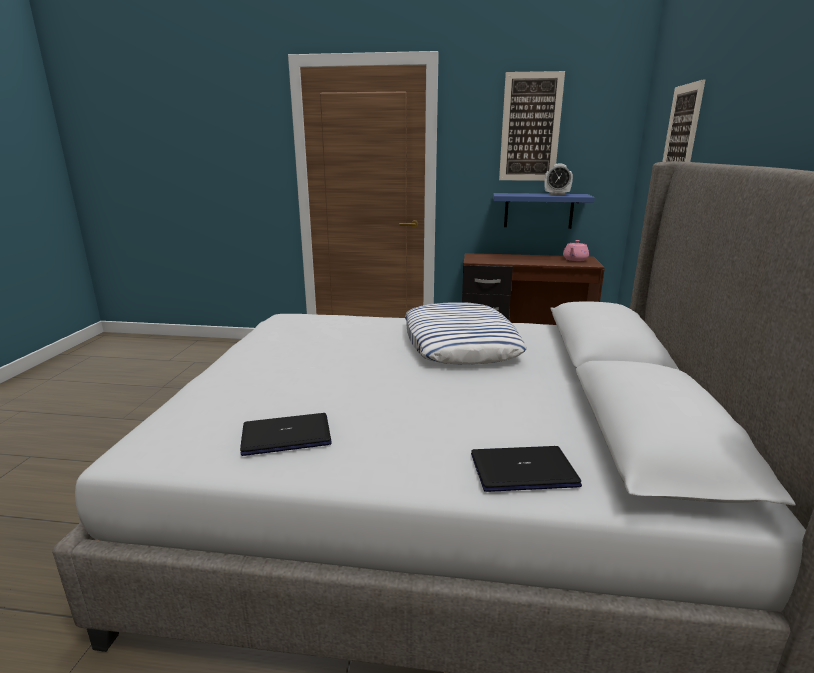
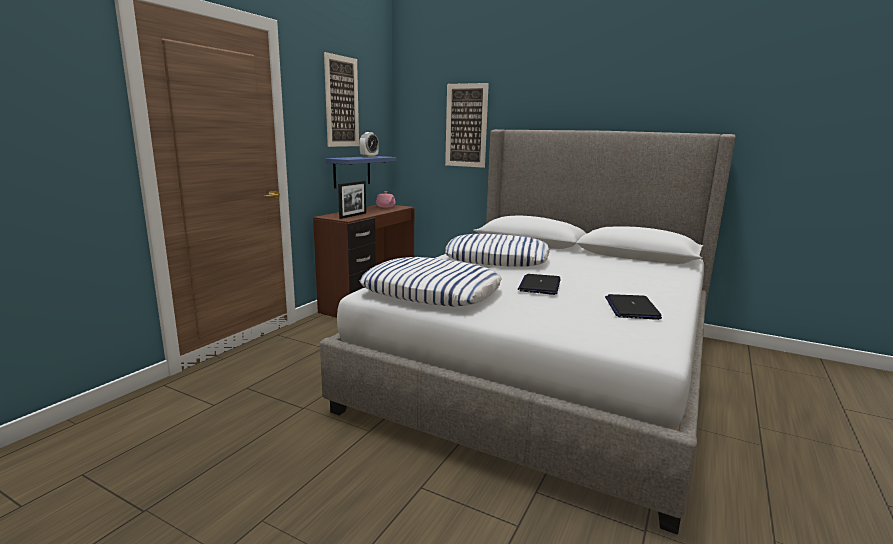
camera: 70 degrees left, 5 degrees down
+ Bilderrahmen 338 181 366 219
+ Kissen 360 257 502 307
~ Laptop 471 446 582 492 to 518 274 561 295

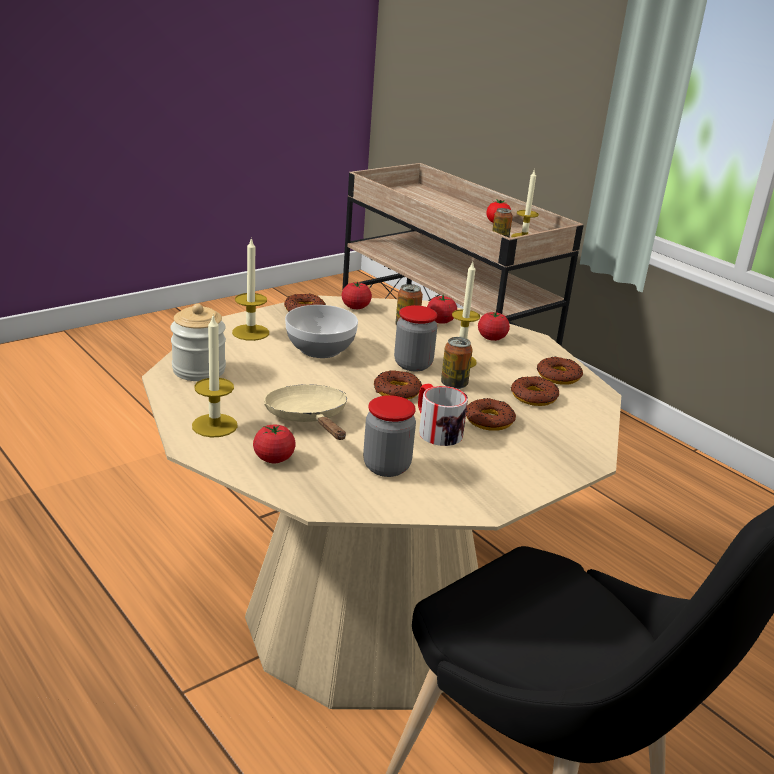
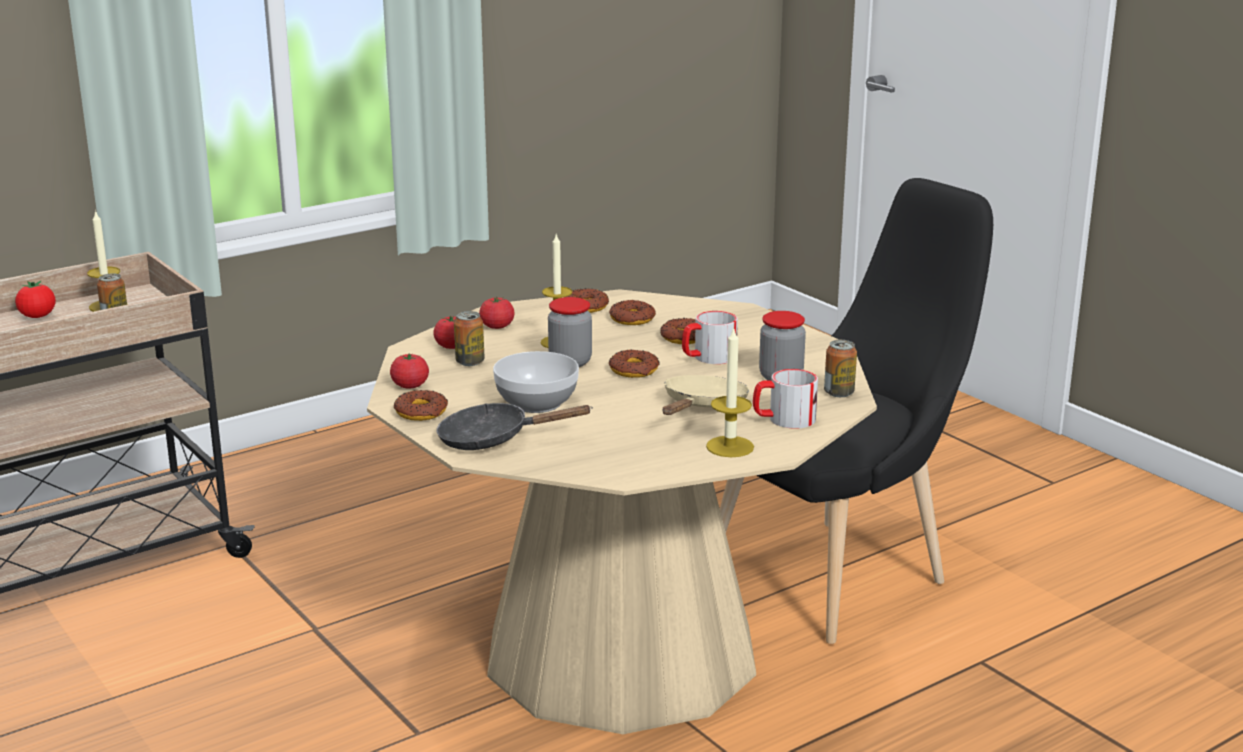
camera: 85 degrees left, 5 degrees down
- Vorratsglas 170 304 226 381
~ Dose 441 337 473 389 to 824 340 857 397
~ Kerze 232 237 269 341 to Pfanne [schwarz] 437 403 593 450
~ Tomate 253 425 296 463 to Henkelbecher 753 369 818 429
~ Pfanne [beige] 264 384 347 440 = 663 375 749 415 135 degrees clockwise

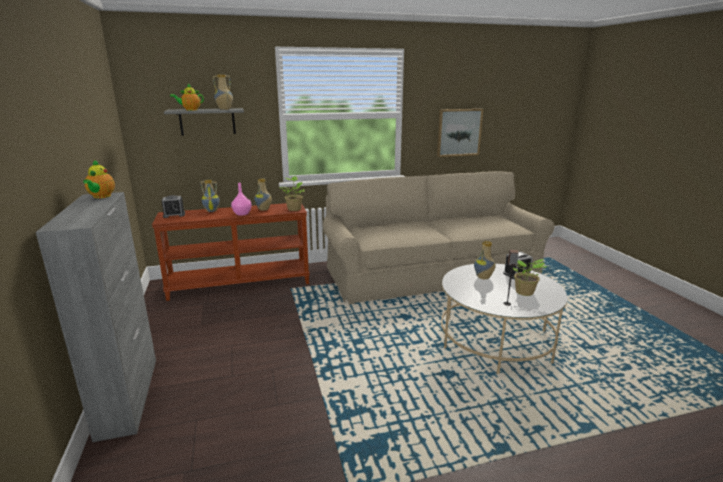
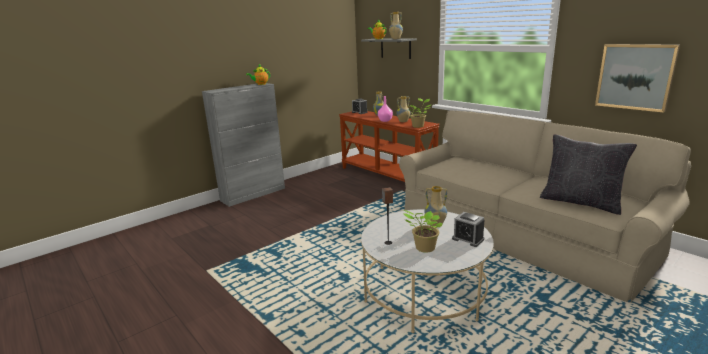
camera: 65 degrees right, 0 degrees up
+ Kissen [schwarz] 540 134 637 215

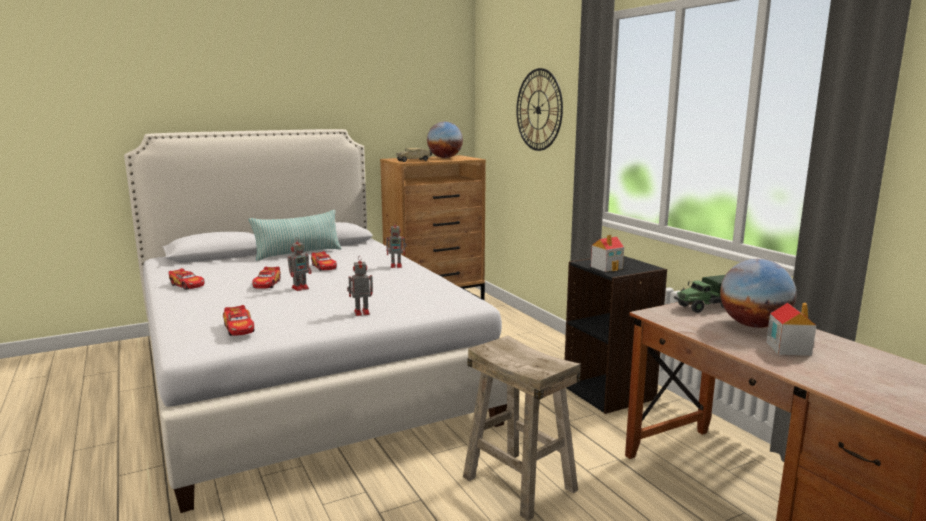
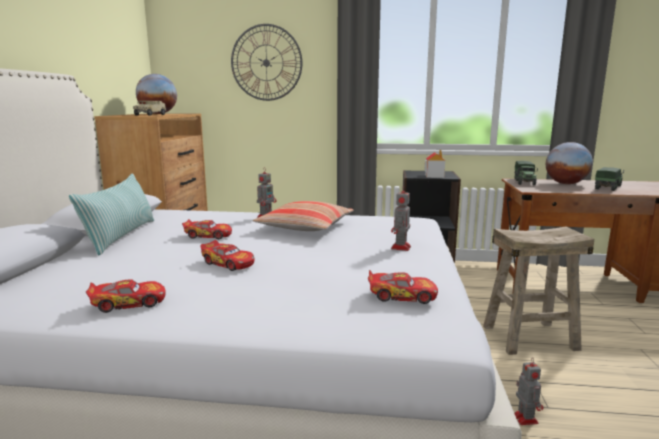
camera: 55 degrees left, 0 degrees up
+ Kissen 253 201 354 231
~ Spielzeugroboter 288 237 311 291 to 514 358 544 425
~ Spielzeughaus 766 303 816 356 to Spielzeuglaster 595 167 624 191

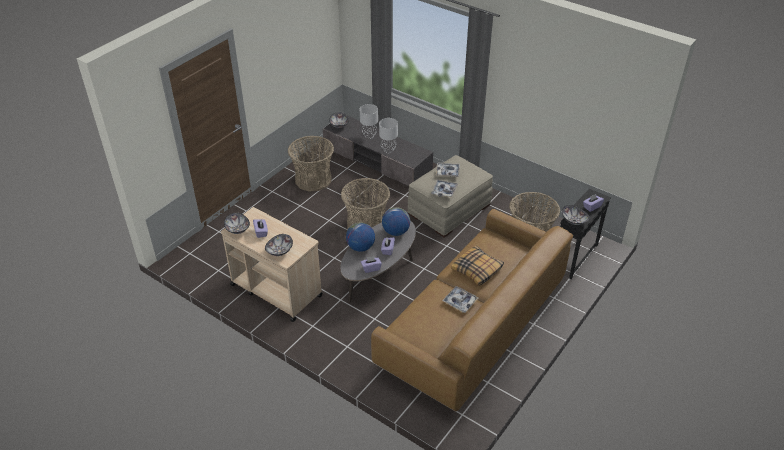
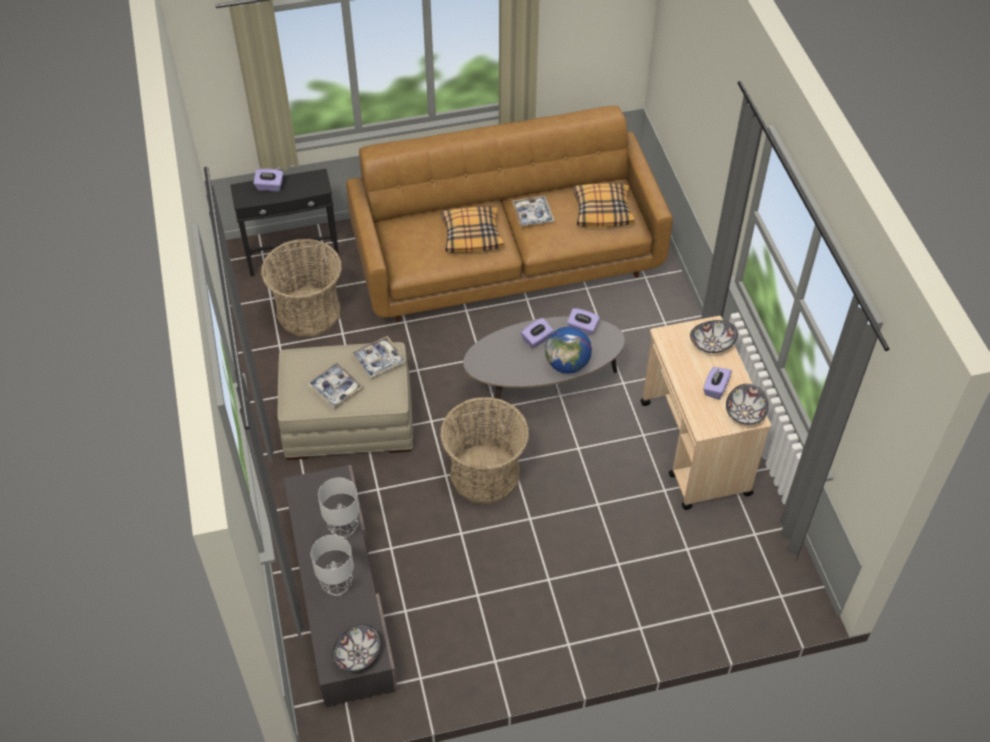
camera: 140 degrees left, 10 degrees up
- Korb 288 136 334 191
- Globus 382 207 410 236
- Schüssel 562 205 590 225
+ Kissen 573 183 634 227

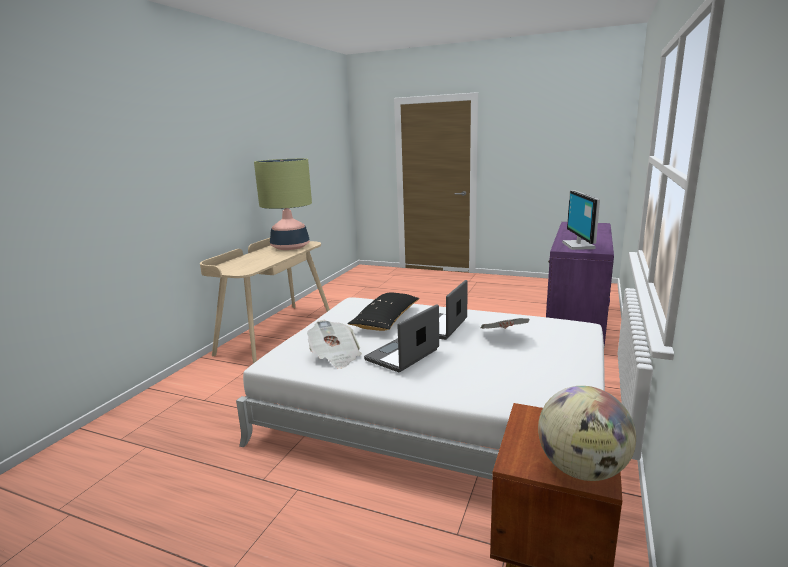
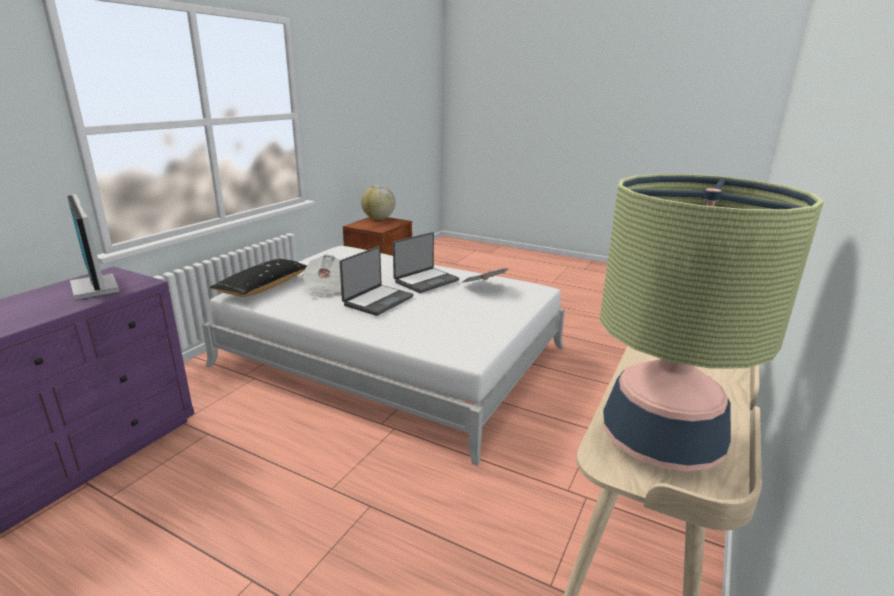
camera: 175 degrees left, 5 degrees up
~ Kissen [schwarz] 348 293 419 331 to 209 259 308 297
~ Monitor 562 190 600 250 = 67 194 120 300 135 degrees clockwise

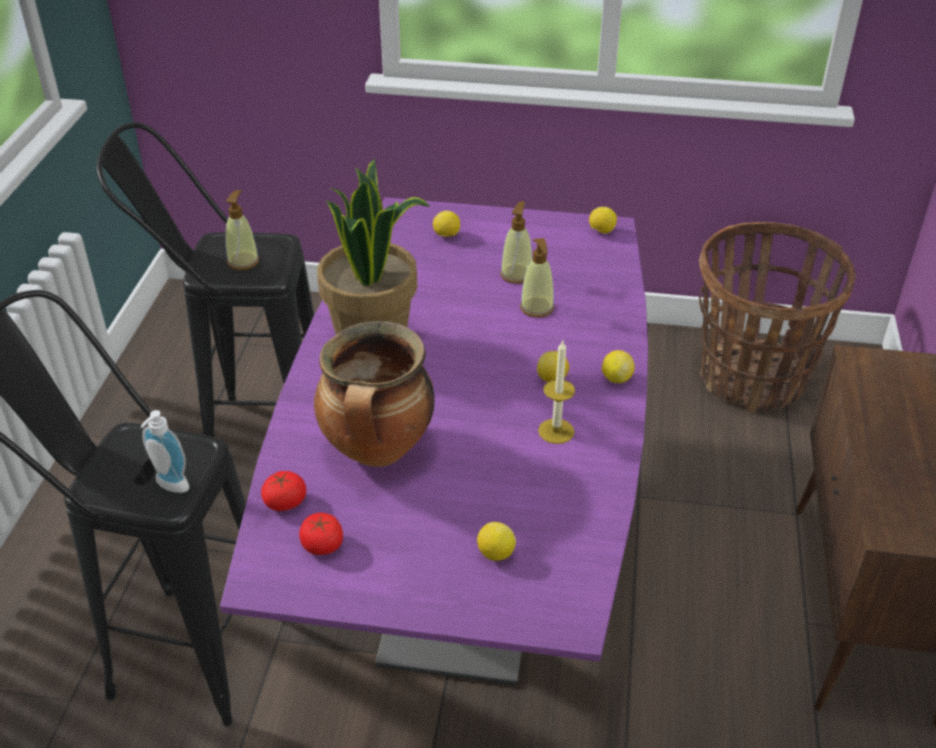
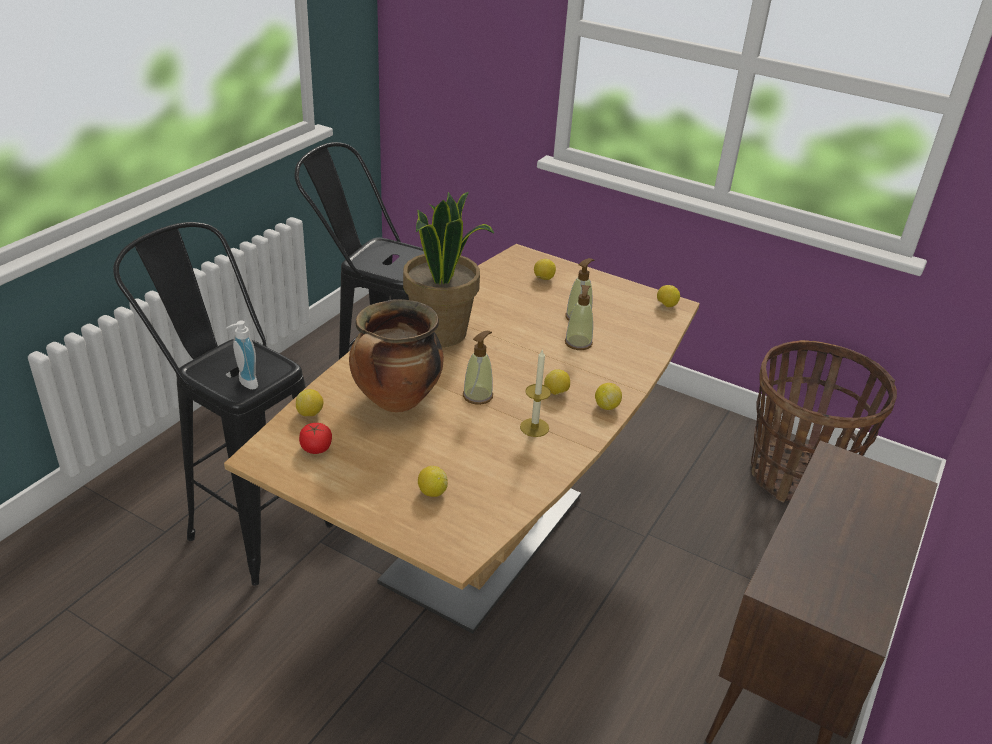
camera: 20 degrees right, 5 degrees down
~ Seifenspender 225 190 259 270 to 463 331 493 405
~ Tomate 261 471 307 511 to Zitrone 296 389 323 416
~ Esstisch [lila] 220 198 648 685 to Esstisch [braun] 224 244 700 634

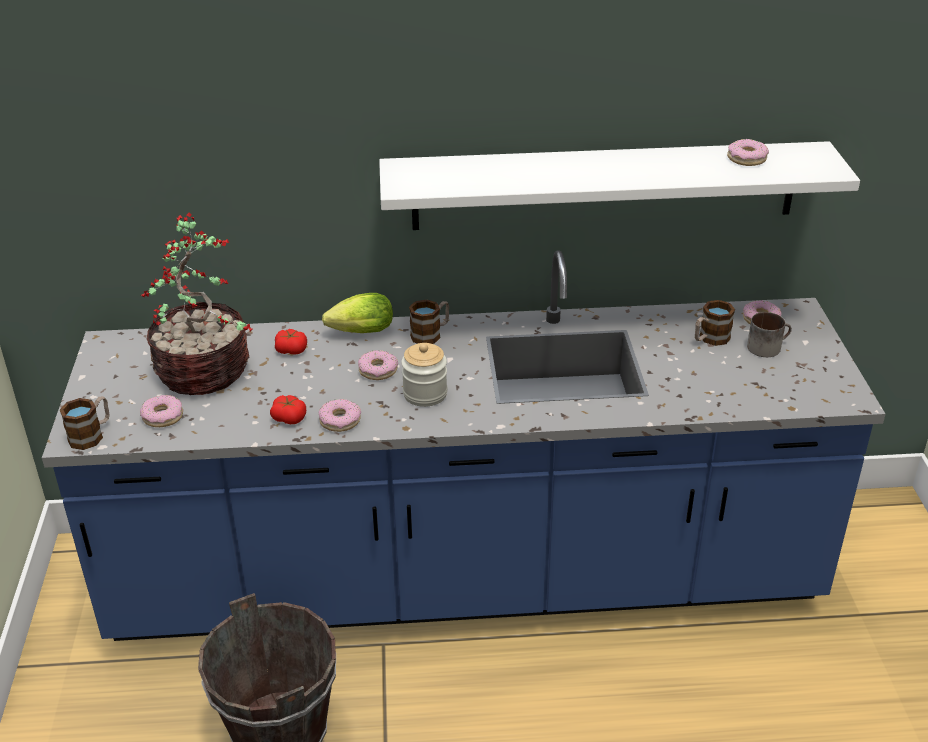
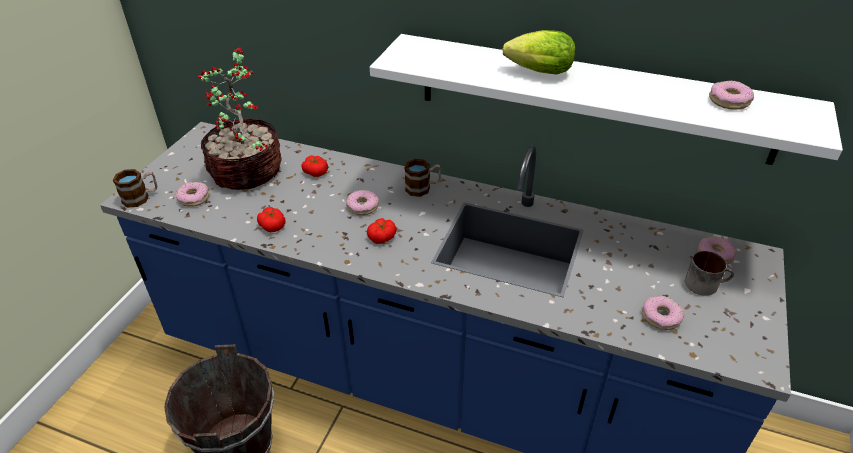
camera: 25 degrees right, 5 degrees up
- Henkelbecher 695 300 735 346
~ Donut 319 399 361 432 to 642 296 684 330
~ Salatkopf 322 293 393 333 to 502 30 575 75
~ Vorratsglas 401 343 447 407 to Tomate 367 218 397 244

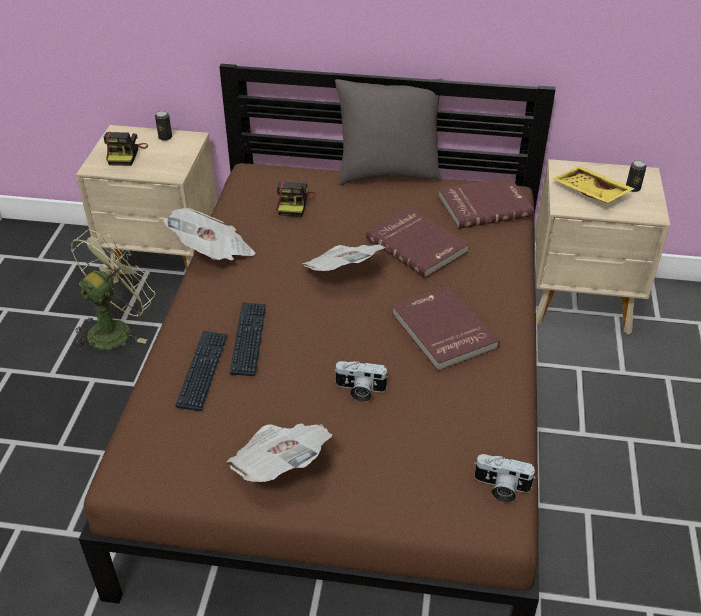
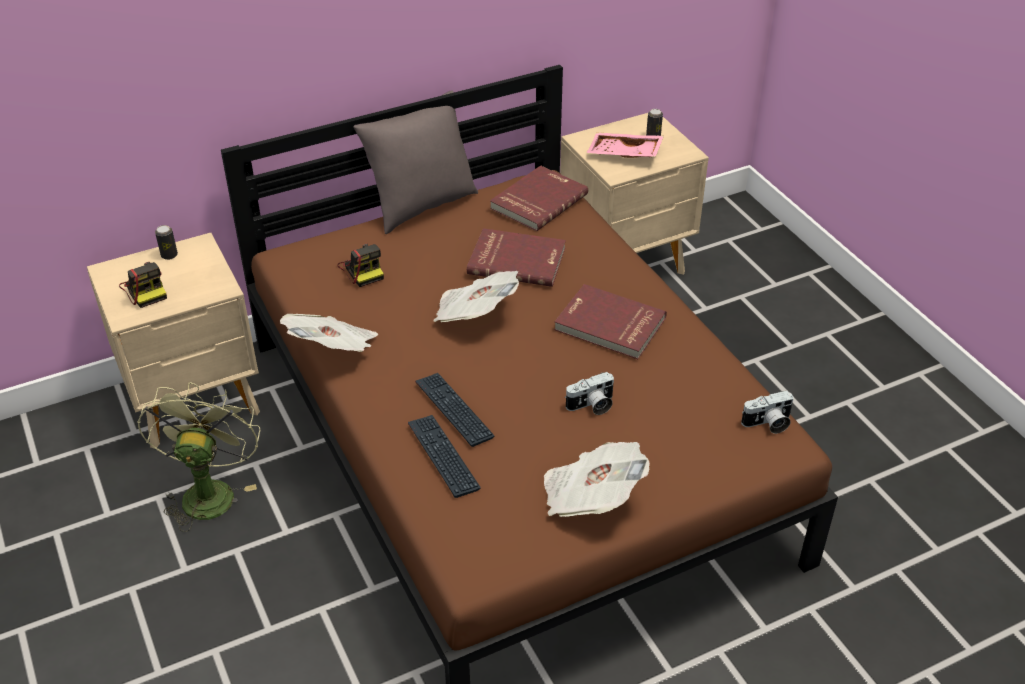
camera: 35 degrees left, 0 degrees up
~ Tablett [gelb] 552 166 635 203 to Tablett [rosa] 587 133 664 158

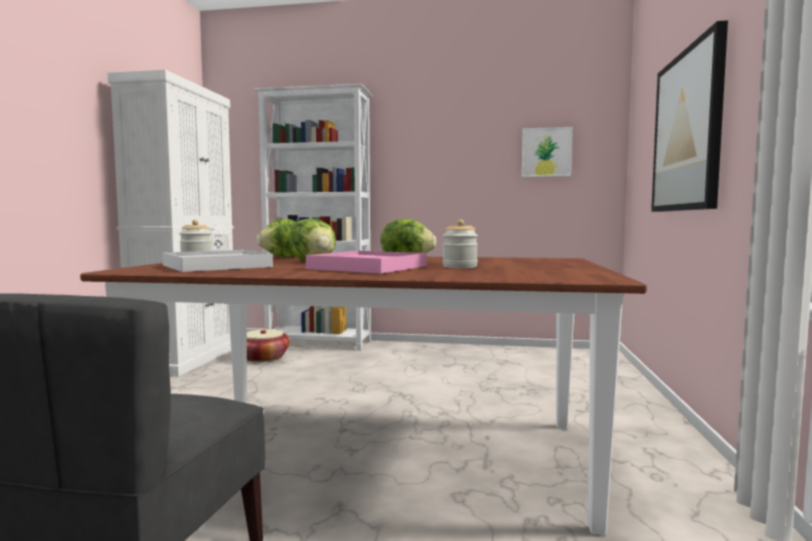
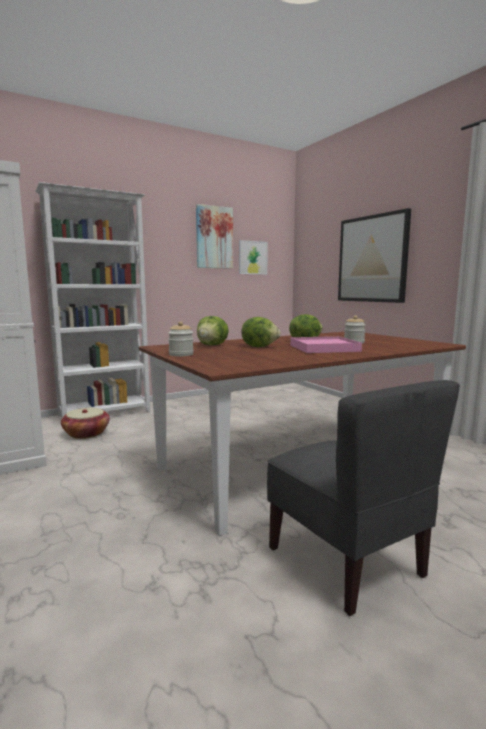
camera: 40 degrees left, 5 degrees up
- Tablett [weiß] 162 250 273 272
+ Bild 196 204 233 269

